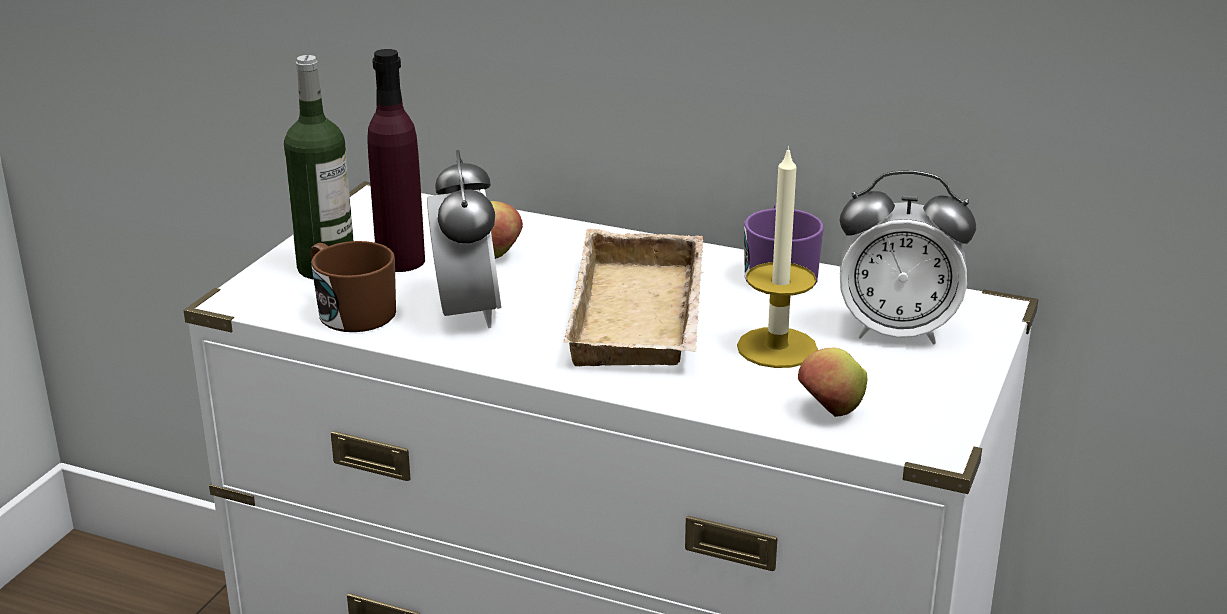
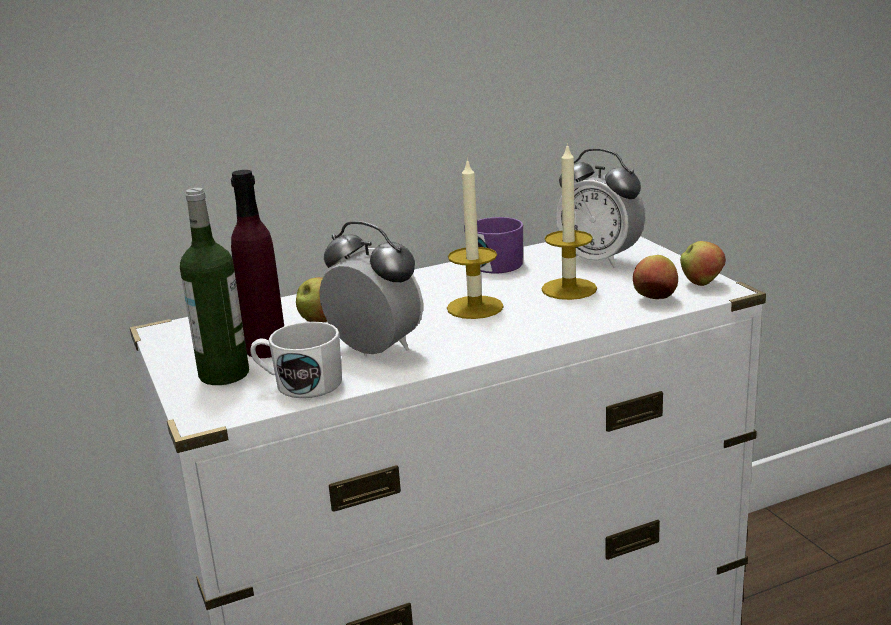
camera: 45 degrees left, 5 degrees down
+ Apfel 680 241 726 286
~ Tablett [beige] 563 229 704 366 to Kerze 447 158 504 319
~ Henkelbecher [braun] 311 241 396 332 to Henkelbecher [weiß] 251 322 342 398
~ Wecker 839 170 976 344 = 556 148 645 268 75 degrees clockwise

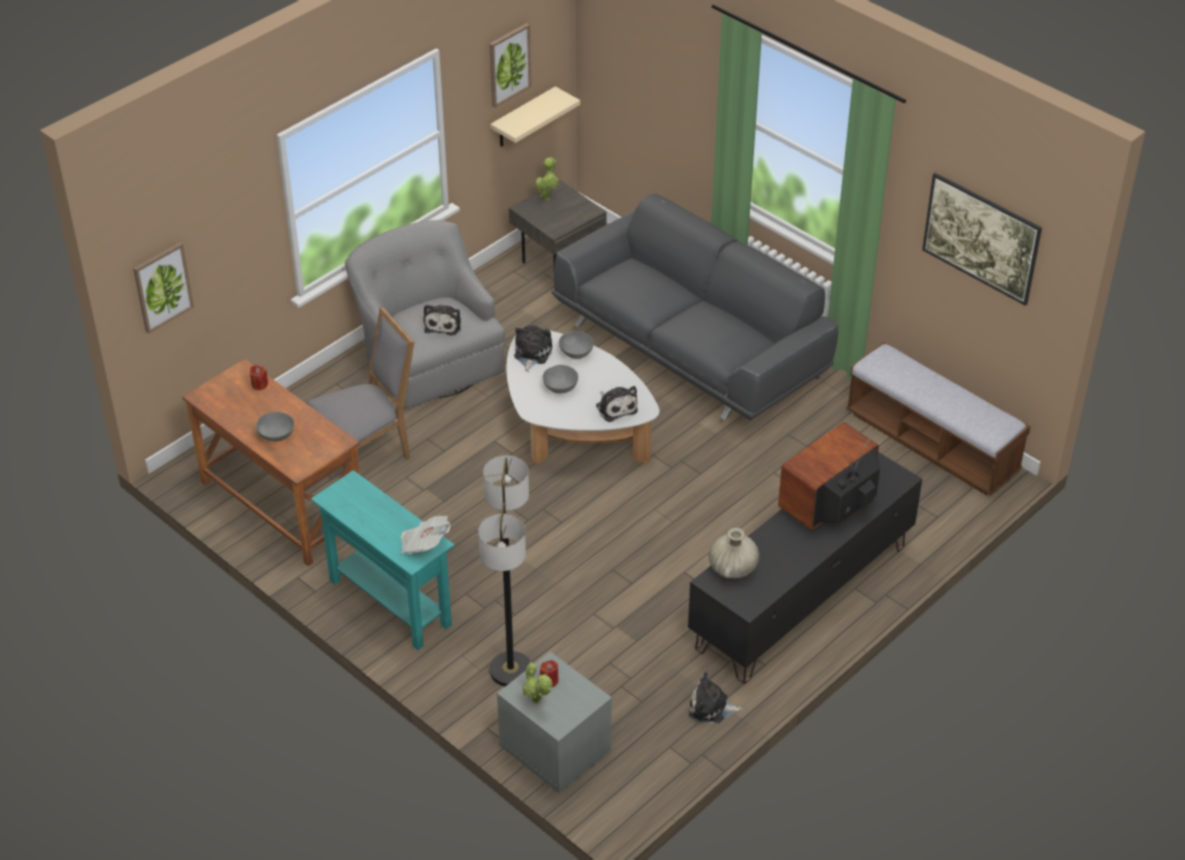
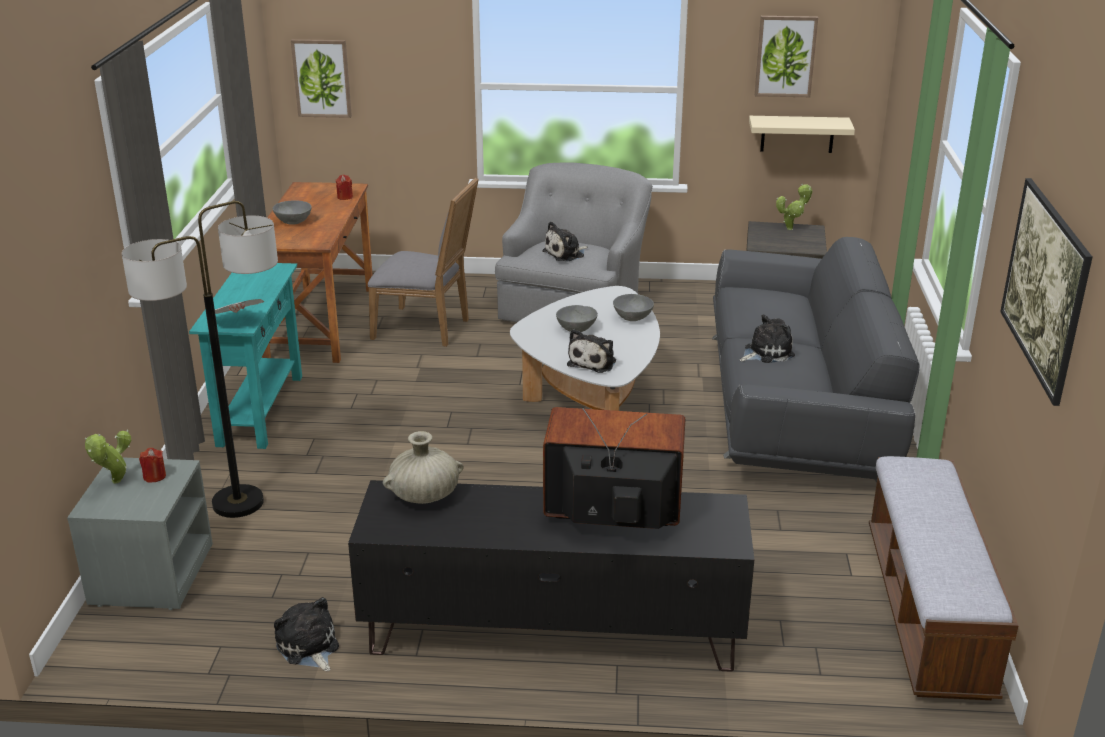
camera: 50 degrees right, 15 degrees down
~ Plüschtier 514 325 552 372 to 740 314 795 363

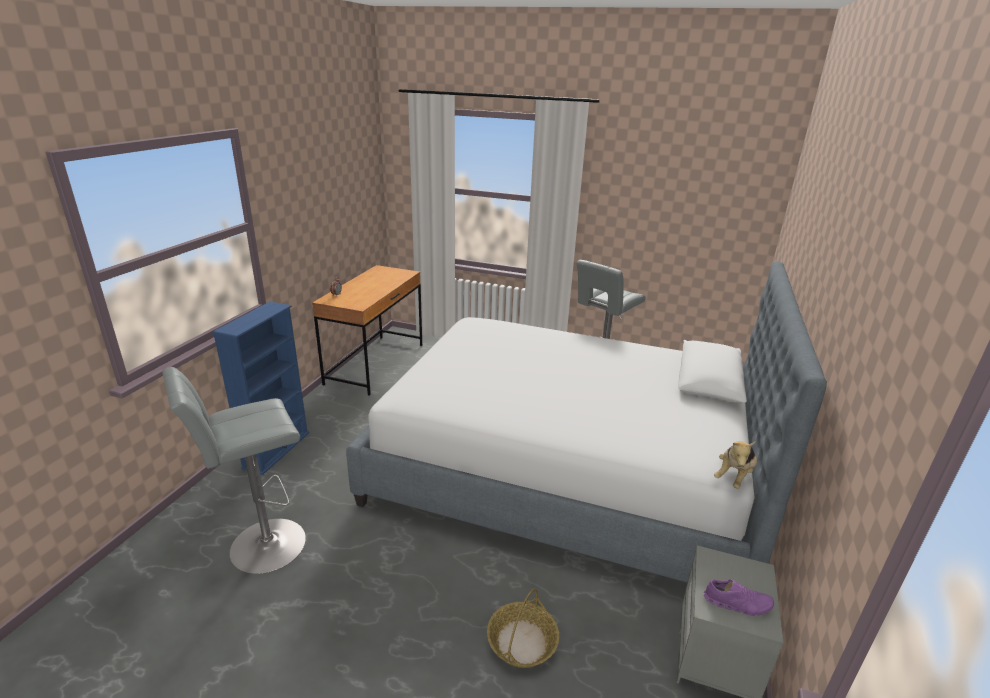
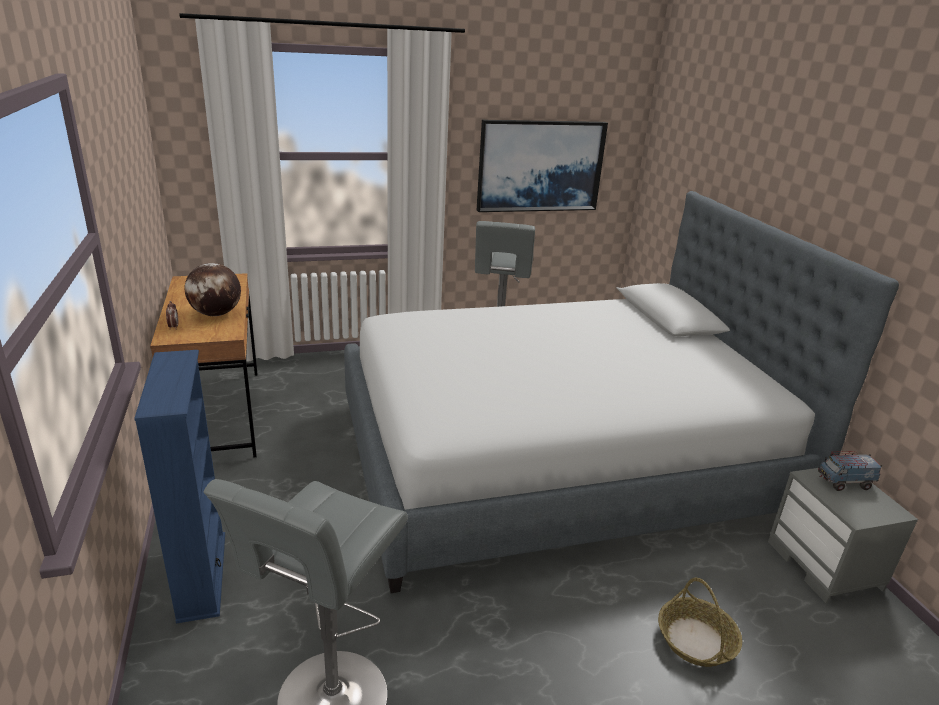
camera: 35 degrees left, 0 degrees up
- Schuh [lila] 704 579 774 616
- Plüschtier 714 442 757 489
+ Globus 185 263 241 316
+ Bild 477 120 608 212
+ Spielzeuglaster 818 451 882 491

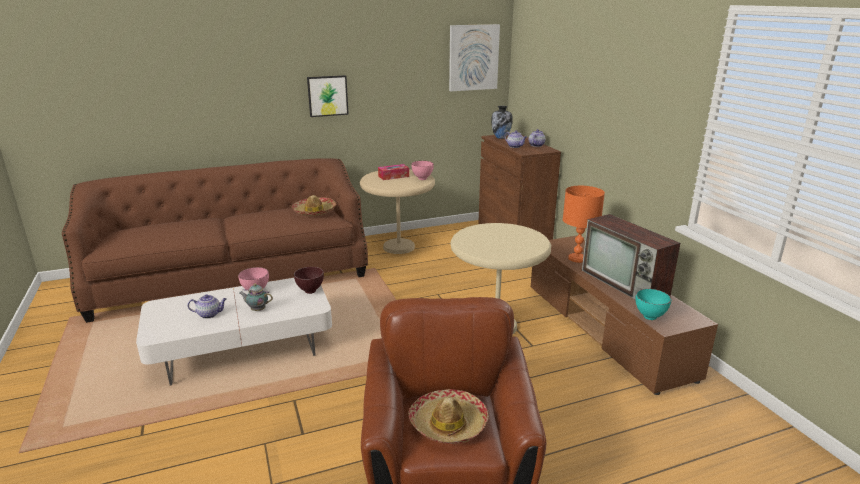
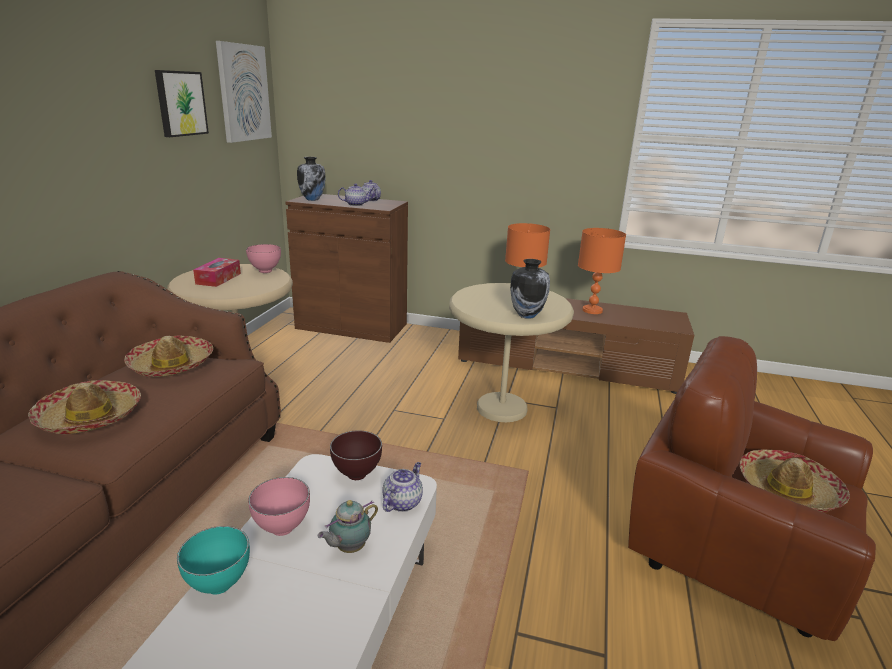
camera: 55 degrees left, 0 degrees up
+ Hut 28 380 141 434
+ Vase 510 259 550 319
~ Teekanne 188 295 227 319 to 382 462 423 512
~ Bild 307 75 349 117 to 155 70 209 137
~ Schüssel [türkis] 636 289 671 320 to 177 526 250 595
~ Fernseher 582 214 680 300 to Tischlampe [orange] 578 228 626 314

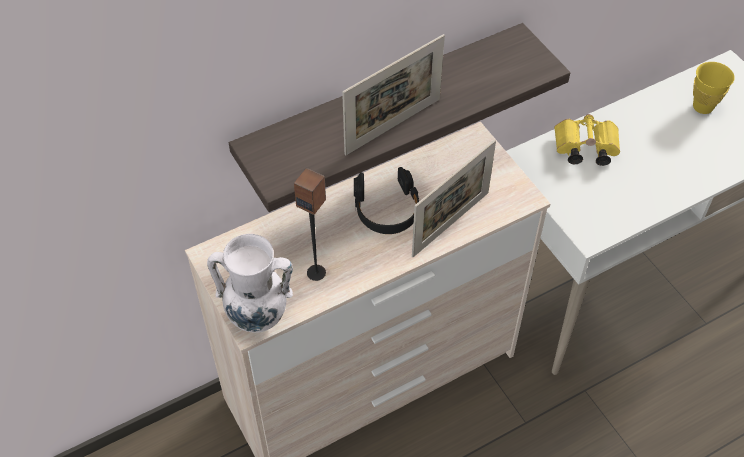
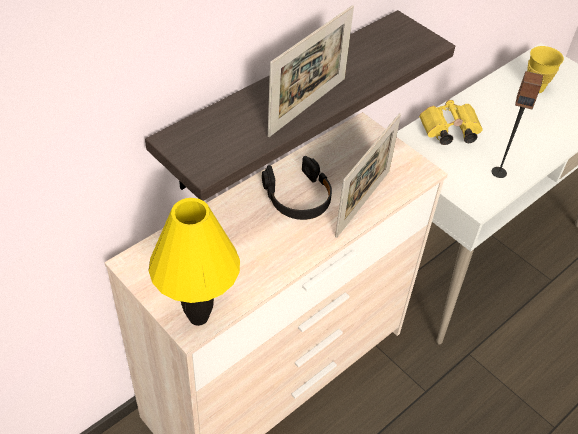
camera: 15 degrees left, 5 degrees down
~ Lautsprecher 294 168 326 281 to 491 71 543 178
~ Vase [weiß] 207 234 293 333 to Tischlampe [gelb] 148 198 240 326

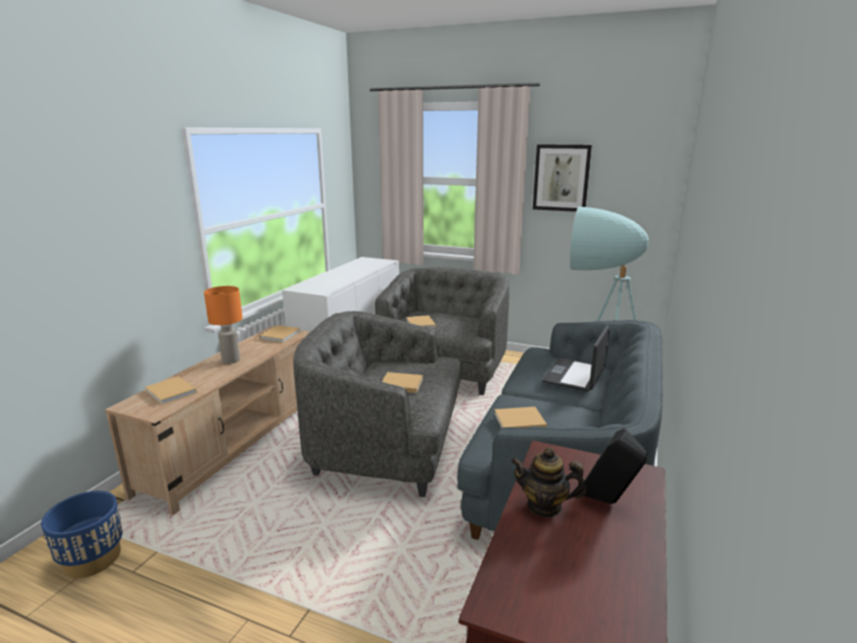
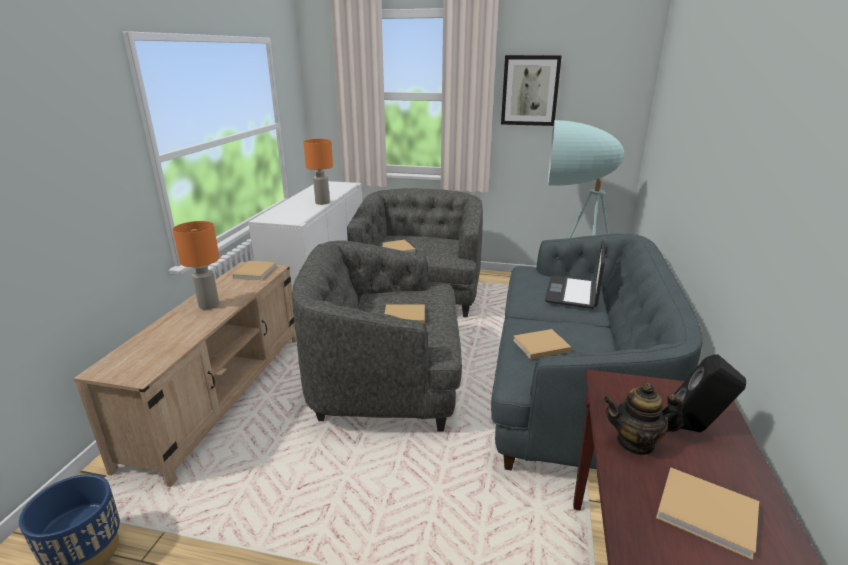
camera: 10 degrees left, 5 degrees up
+ Tischlampe [orange] 303 139 333 205
~ Buch [beige] 145 376 197 405 to 656 467 759 560

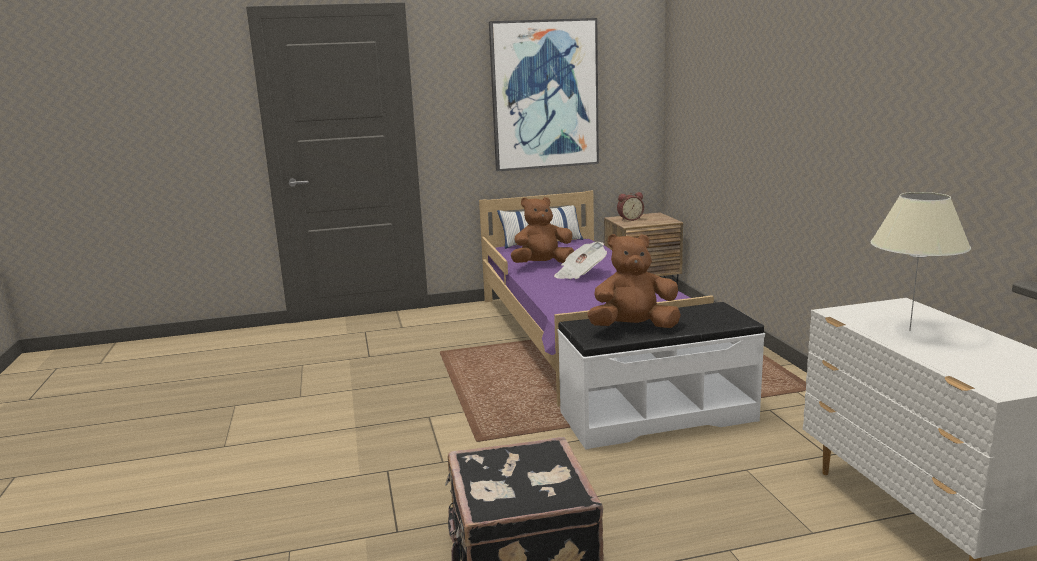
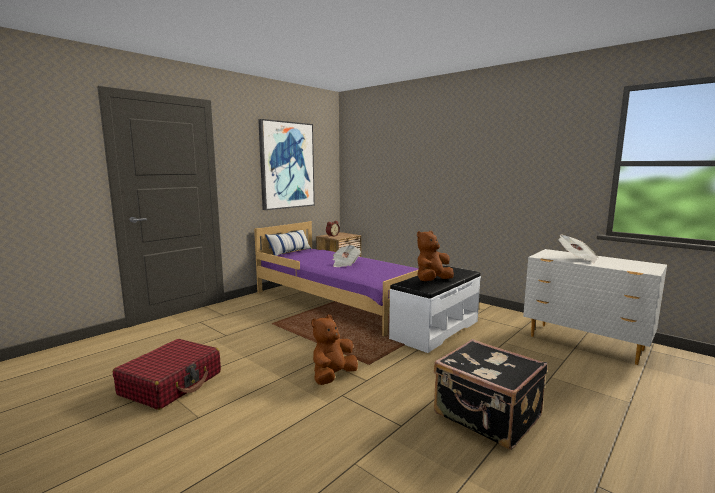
camera: 35 degrees left, 5 degrees down
+ Koffer [rot] 113 339 221 410
~ Plüschtier [braun] 511 197 574 263 to 311 315 358 385
~ Tischlampe [beige] 871 192 971 331 to Zeitung 558 235 599 263

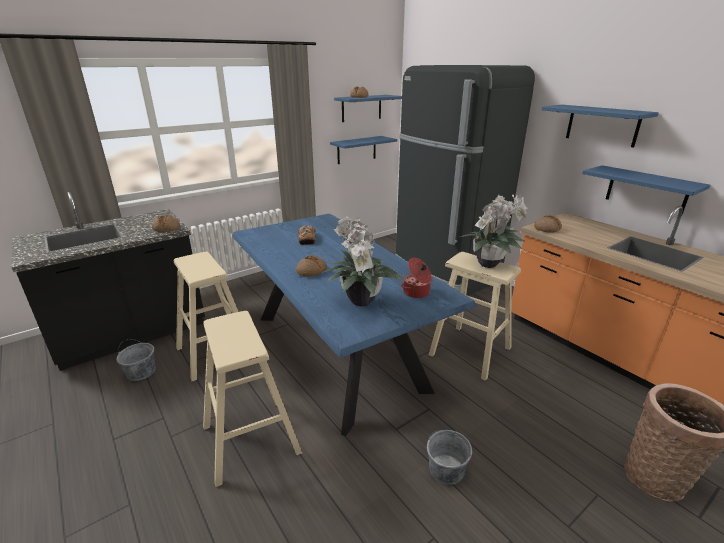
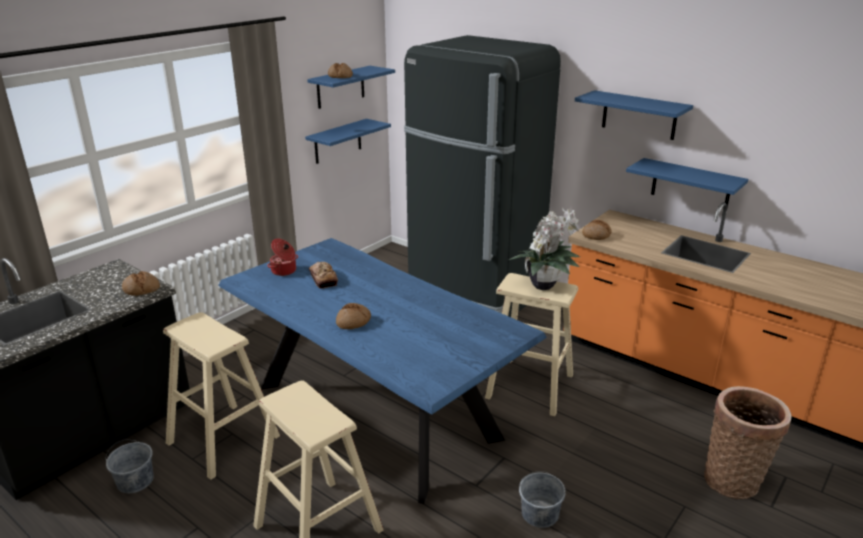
camera: 15 degrees left, 0 degrees up
- Topfpflanze 322 215 404 306
~ Kochtopf 401 258 433 298 to 267 239 298 276

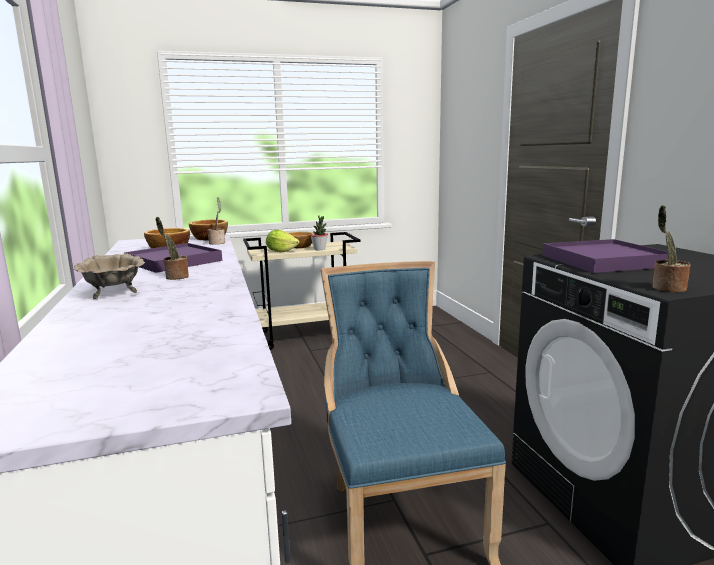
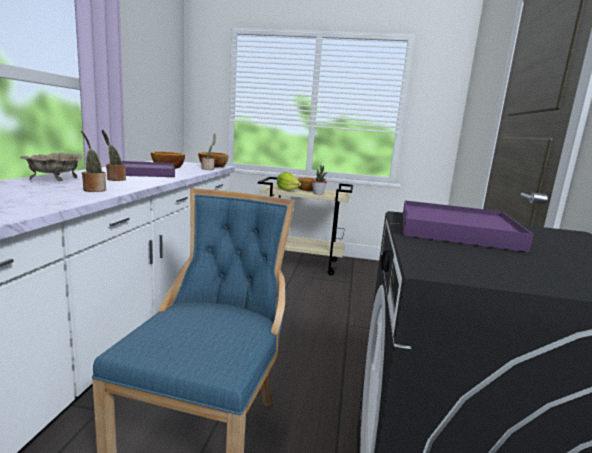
camera: 25 degrees right, 0 degrees up
~ Topfpflanze 652 205 690 292 to 81 131 106 192

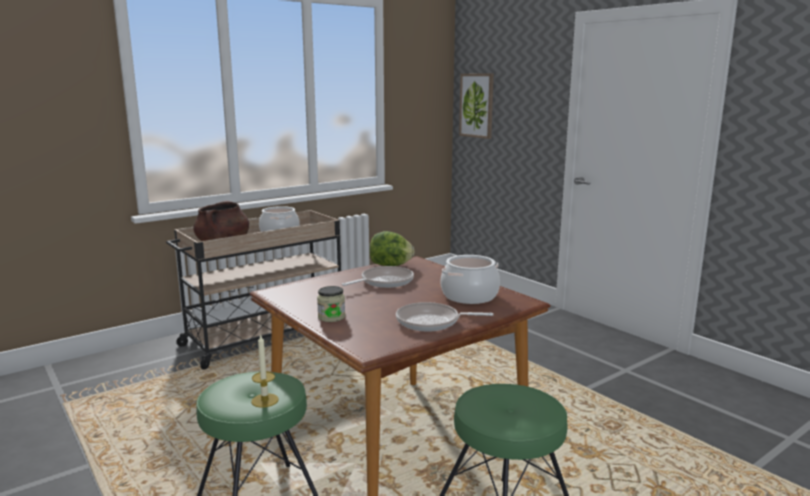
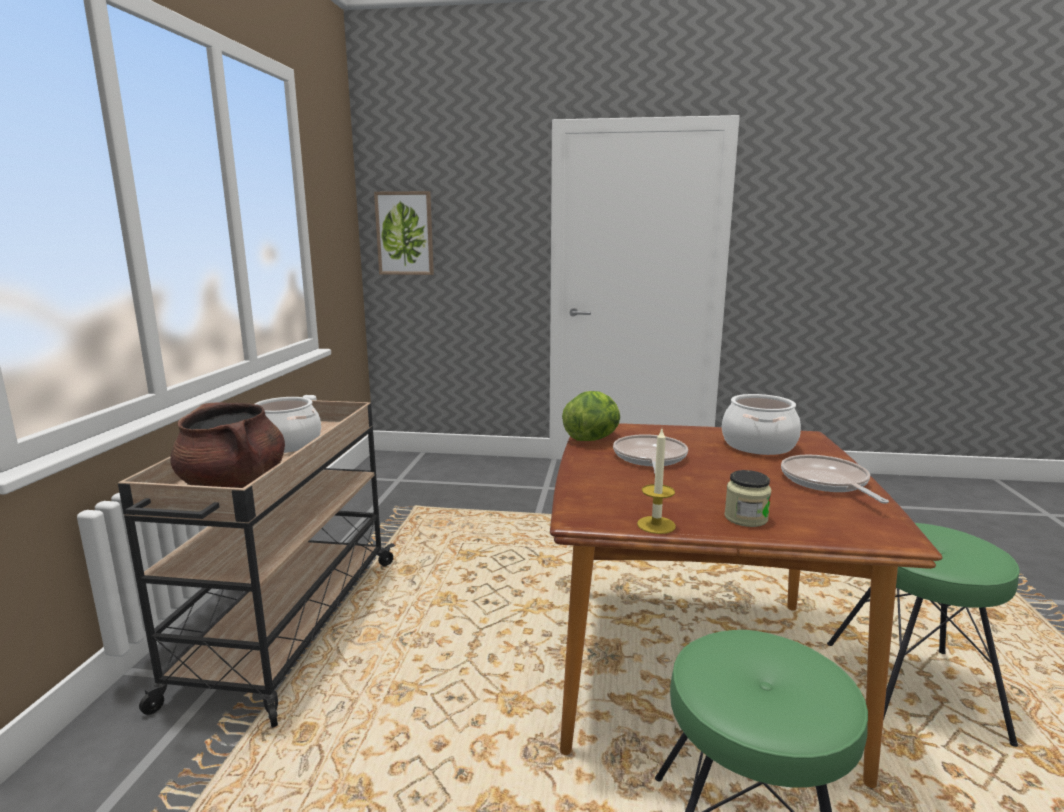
camera: 45 degrees left, 0 degrees up
~ Kerze 251 334 279 408 to 637 429 676 534
~ Pfanne 396 302 494 332 = 781 455 889 503 120 degrees clockwise

